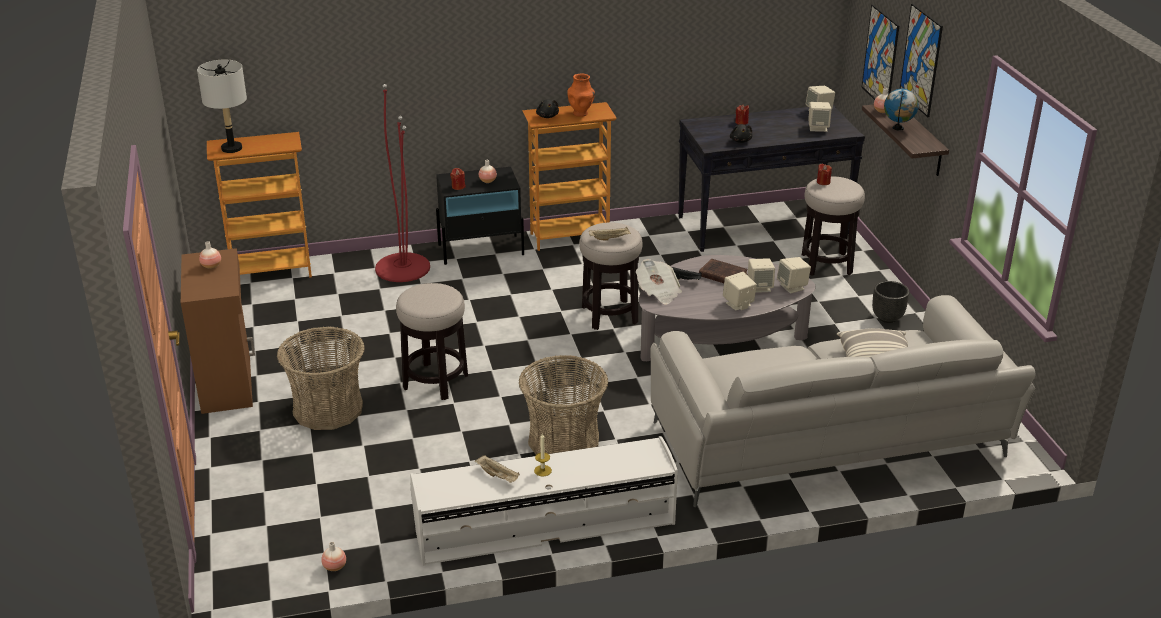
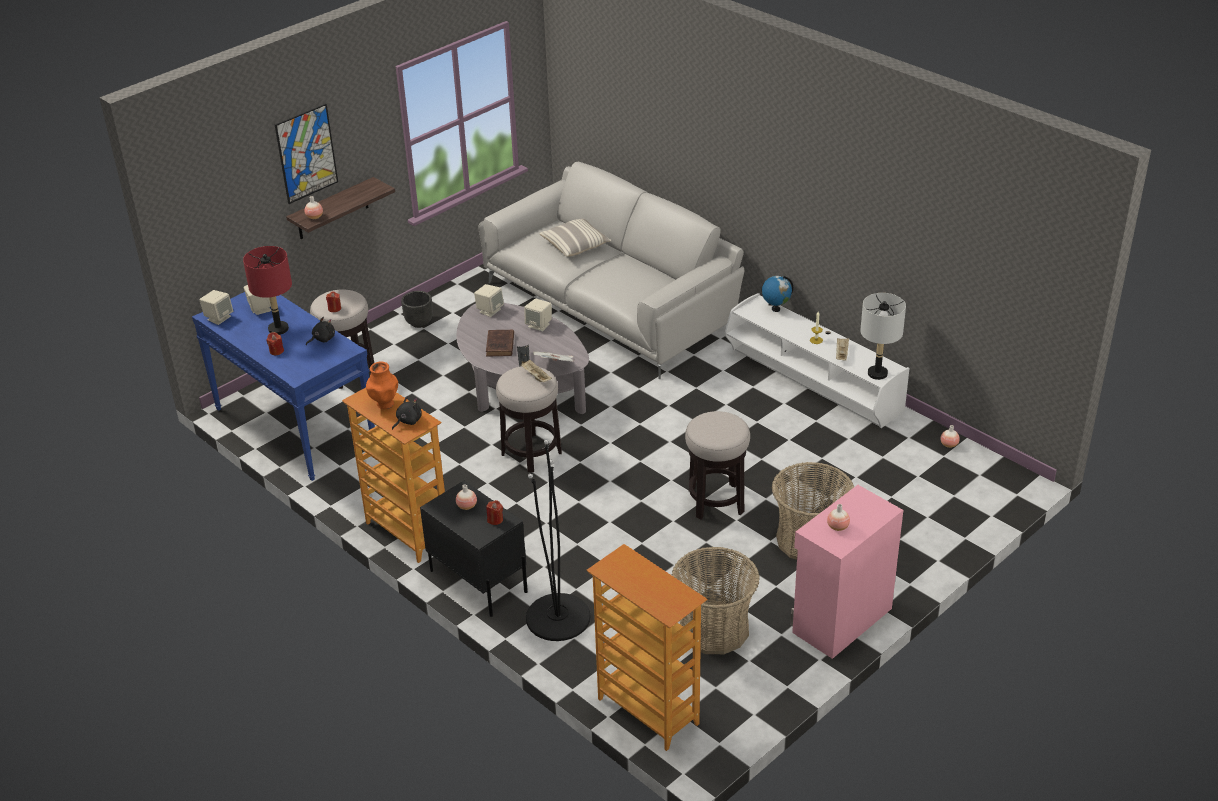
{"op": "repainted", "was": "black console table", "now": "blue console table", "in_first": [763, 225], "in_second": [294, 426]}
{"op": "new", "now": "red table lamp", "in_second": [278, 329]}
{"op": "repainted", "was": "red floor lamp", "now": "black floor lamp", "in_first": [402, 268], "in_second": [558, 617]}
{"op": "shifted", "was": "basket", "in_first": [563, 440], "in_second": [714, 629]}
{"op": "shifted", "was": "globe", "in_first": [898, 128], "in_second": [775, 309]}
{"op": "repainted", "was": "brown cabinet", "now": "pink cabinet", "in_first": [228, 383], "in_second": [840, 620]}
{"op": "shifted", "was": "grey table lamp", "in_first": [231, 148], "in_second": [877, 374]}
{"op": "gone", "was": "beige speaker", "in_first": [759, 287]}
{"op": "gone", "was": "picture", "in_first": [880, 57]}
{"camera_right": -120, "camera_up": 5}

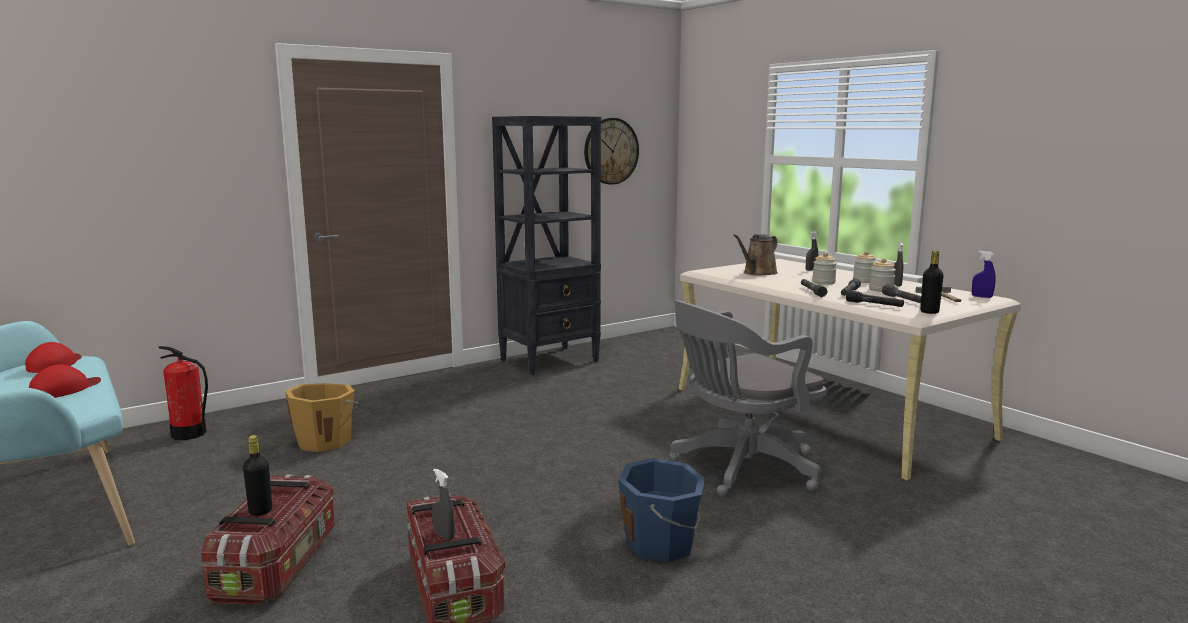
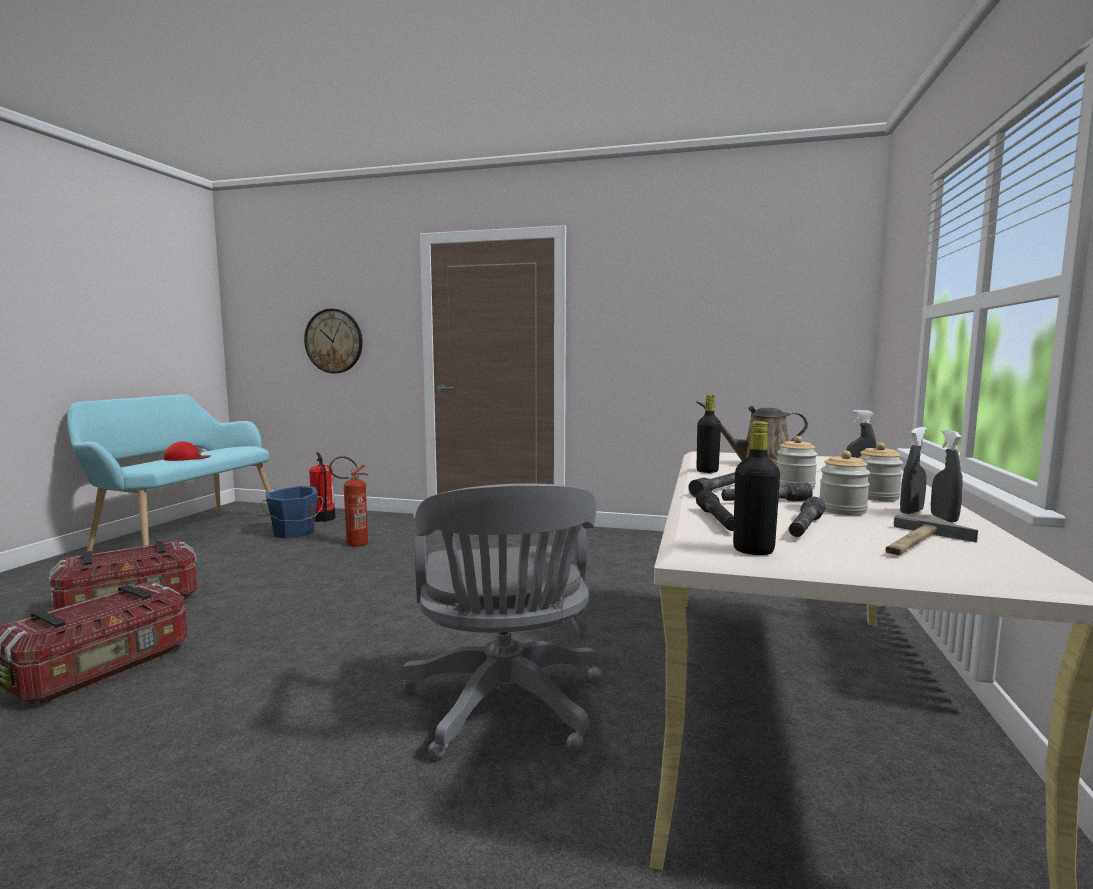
{"op": "shifted", "was": "blue bucket", "in_first": [662, 544], "in_second": [293, 532]}
{"op": "shifted", "was": "wall clock", "in_first": [611, 151], "in_second": [334, 341]}
{"op": "swapped", "was": "orange bucket", "now": "fire extinguisher", "in_first": [324, 441], "in_second": [352, 545]}
{"op": "rotated", "was": "grey office chair", "in_first": [740, 468], "in_second": [505, 708], "clockwise": -120}
{"op": "shifted", "was": "black bottle", "in_first": [260, 511], "in_second": [707, 471]}
{"op": "shifted", "was": "grey spray bottle", "in_first": [444, 536], "in_second": [943, 518]}
{"op": "gone", "was": "red cap", "in_first": [55, 364]}
{"op": "gone", "was": "black bookcase", "in_first": [550, 360]}
{"op": "gone", "was": "blue spray bottle", "in_first": [982, 297]}
{"camera_right": 50, "camera_up": -5}

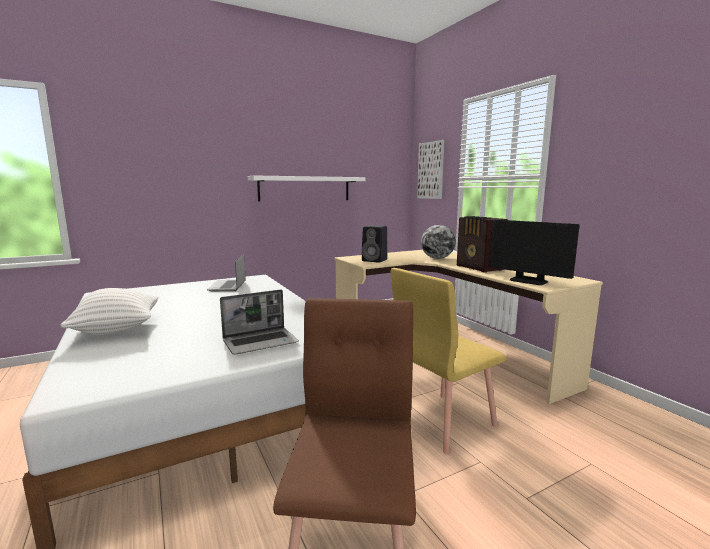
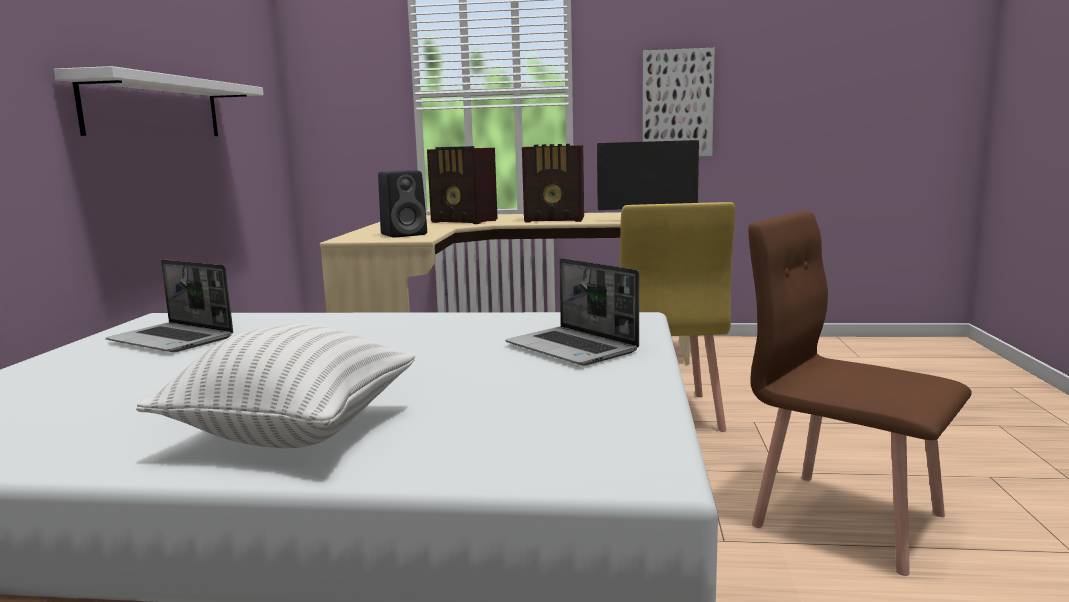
{"op": "swapped", "was": "globe", "now": "radio", "in_first": [437, 258], "in_second": [464, 221]}
{"op": "rotated", "was": "laptop", "in_first": [261, 342], "in_second": [573, 348], "clockwise": 135}
{"op": "shifted", "was": "picture", "in_first": [430, 170], "in_second": [677, 103]}
{"camera_right": -55, "camera_up": 0}

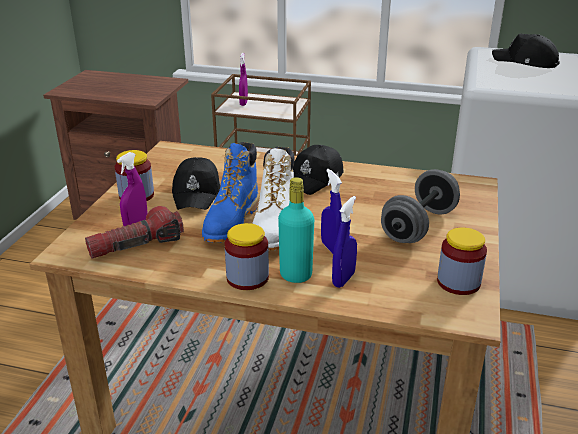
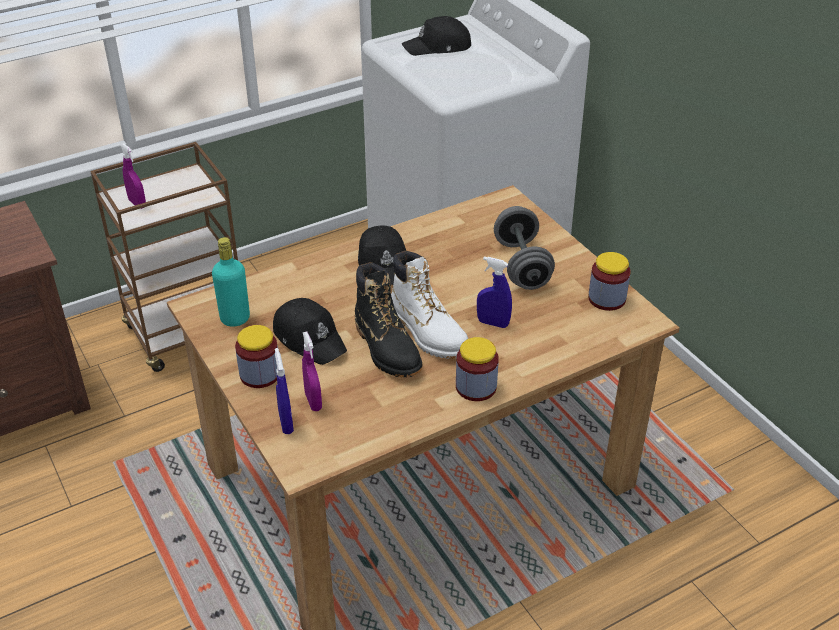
{"op": "shifted", "was": "turquoise bottle", "in_first": [296, 275], "in_second": [235, 319]}
{"op": "shifted", "was": "blue spray bottle", "in_first": [343, 279], "in_second": [286, 423]}
{"op": "repainted", "was": "blue boot", "now": "black boot", "in_first": [231, 223], "in_second": [387, 348]}
{"op": "gone", "was": "flashlight", "in_first": [136, 245]}
{"camera_right": -45, "camera_up": 10}

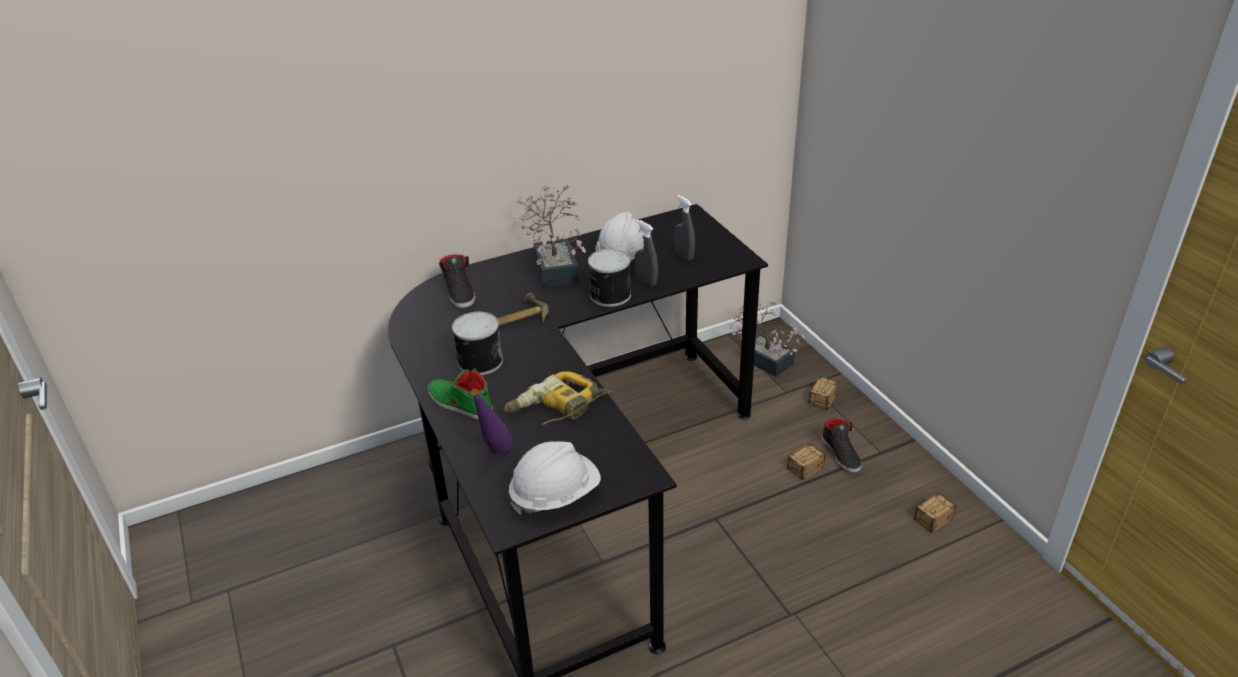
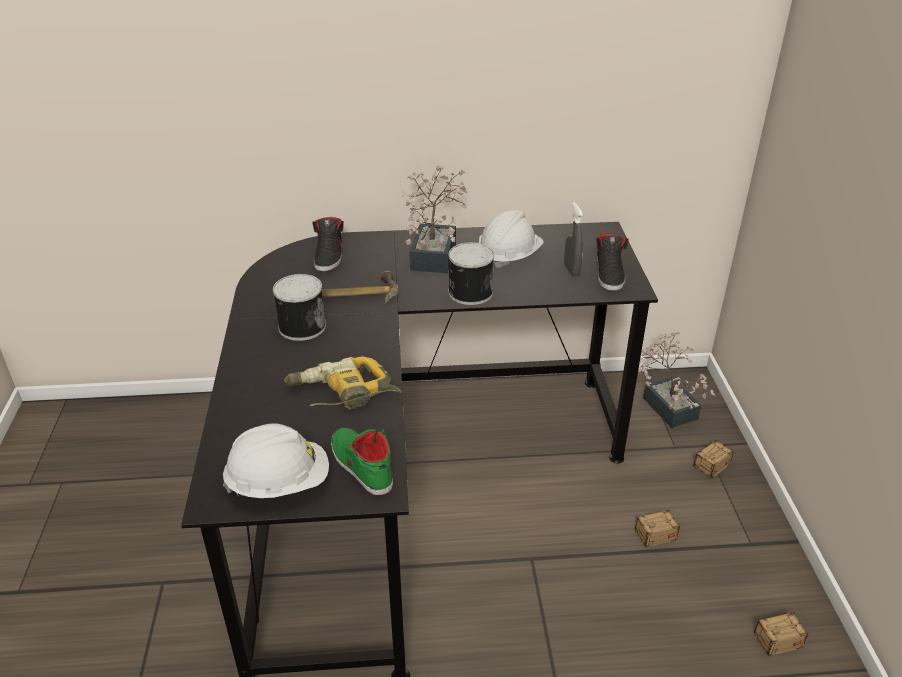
{"op": "shifted", "was": "green shoe", "in_first": [459, 404], "in_second": [360, 465]}
{"op": "shifted", "was": "black shoe", "in_first": [841, 454], "in_second": [609, 274]}
{"op": "gone", "was": "purple bottle", "in_first": [495, 456]}
{"op": "gone", "was": "grey spray bottle", "in_first": [646, 281]}
{"camera_right": 20, "camera_up": 0}

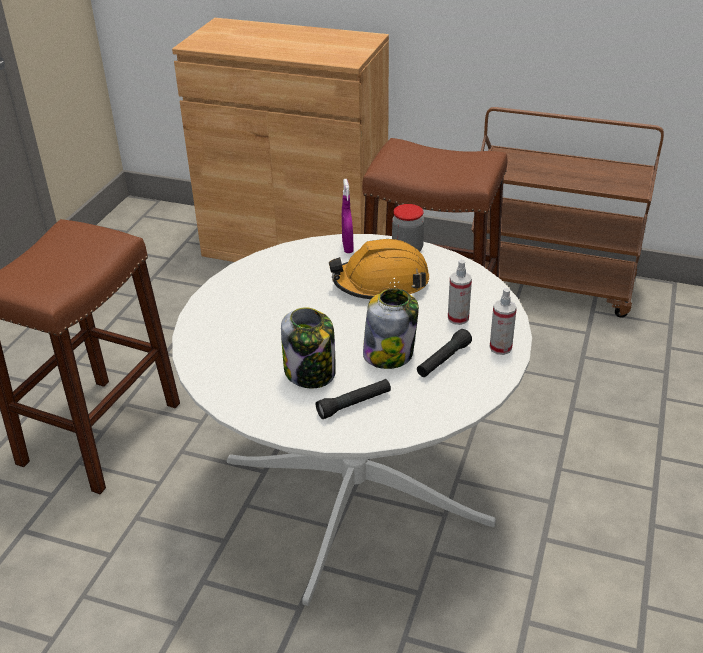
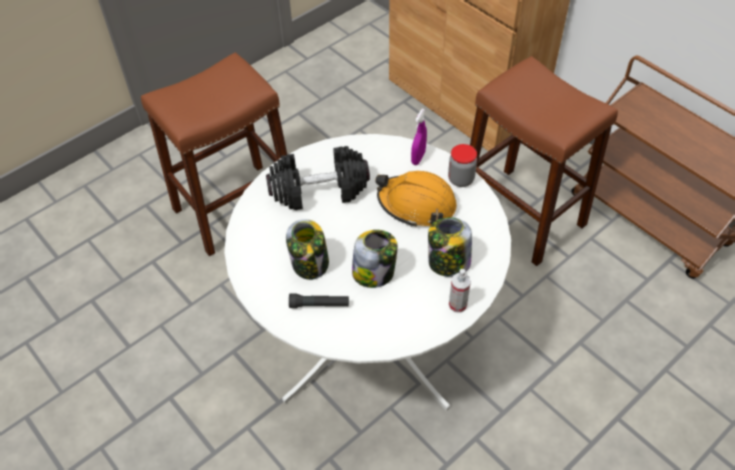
{"op": "new", "now": "black dumbbell", "in_second": [319, 191]}
{"op": "swapped", "was": "spray bottle", "now": "jar", "in_first": [458, 318], "in_second": [448, 263]}
{"op": "gone", "was": "black flashlight", "in_first": [443, 360]}
{"camera_right": 30, "camera_up": 15}

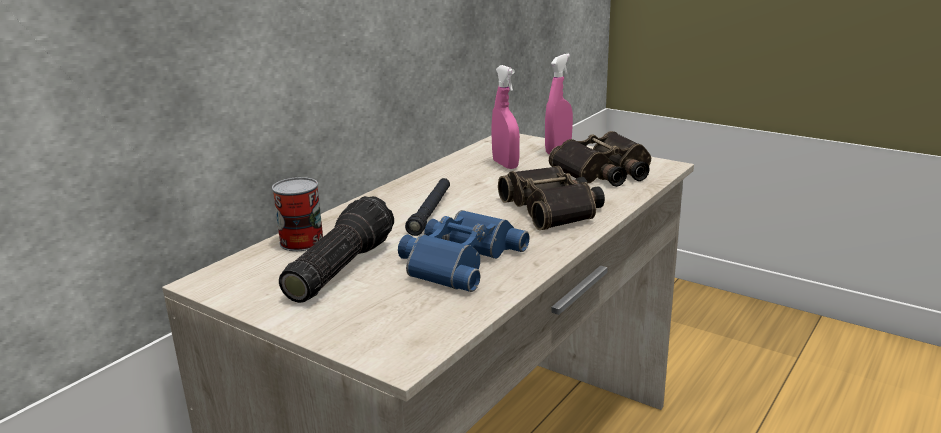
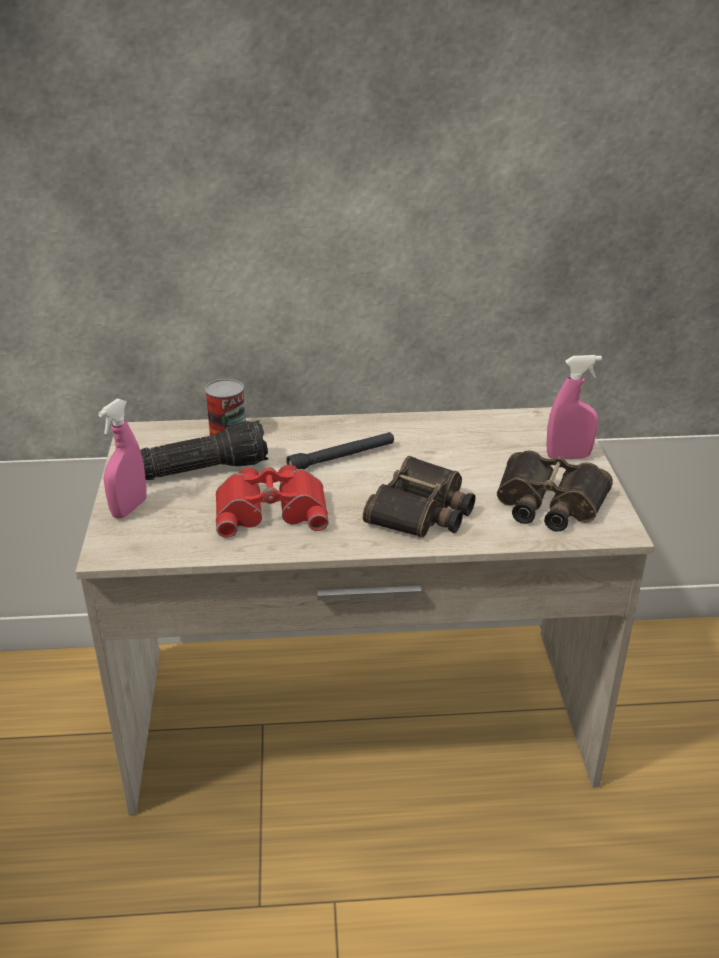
{"op": "shifted", "was": "pink spray bottle", "in_first": [505, 165], "in_second": [129, 508]}
{"op": "repainted", "was": "blue binoculars", "now": "red binoculars", "in_first": [458, 259], "in_second": [271, 508]}
{"camera_right": 50, "camera_up": 10}

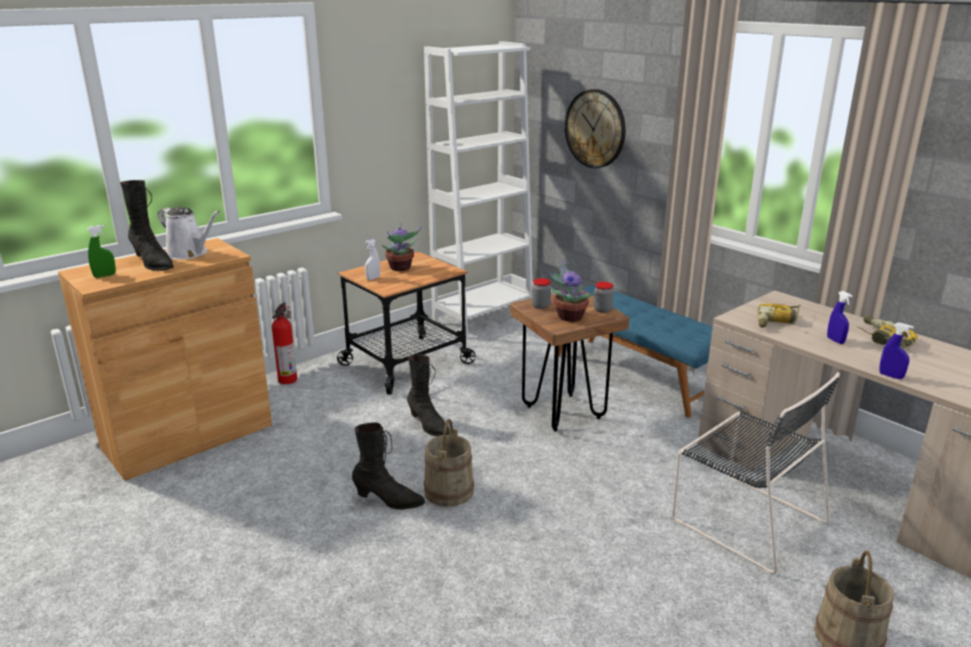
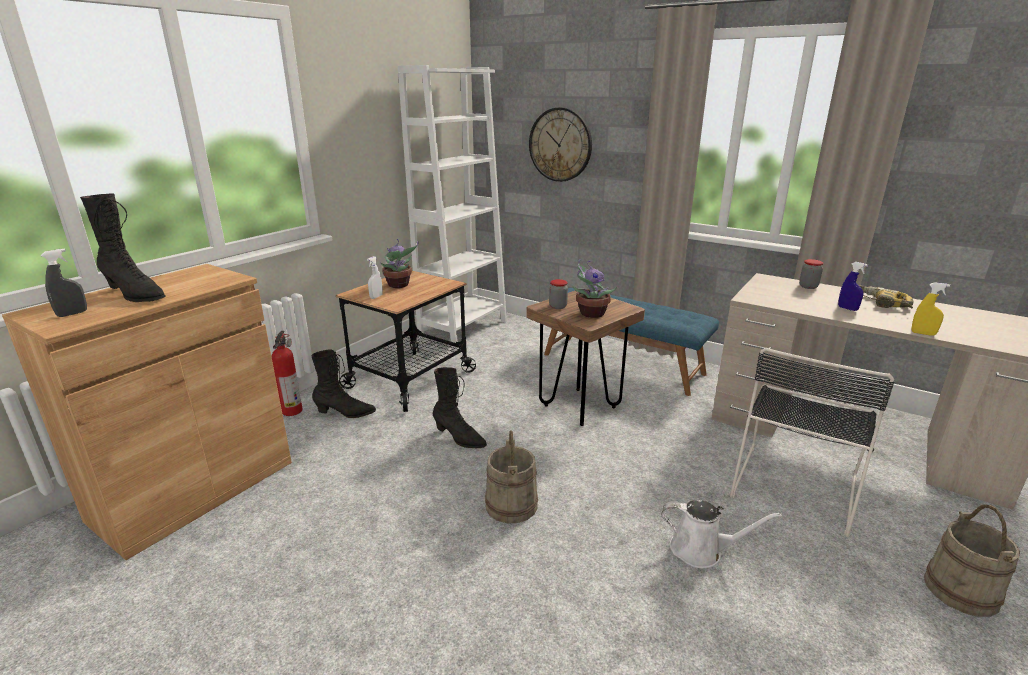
{"op": "repainted", "was": "green spray bottle", "now": "grey spray bottle", "in_first": [105, 276], "in_second": [72, 314]}
{"op": "shifted", "was": "black boot", "in_first": [388, 500], "in_second": [345, 413]}
{"op": "shifted", "was": "white watering can", "in_first": [189, 253], "in_second": [701, 550]}
{"op": "rotated", "was": "black chair", "in_first": [744, 519], "in_second": [795, 484], "clockwise": 90}
{"op": "shifted", "was": "jar", "in_first": [602, 310], "in_second": [808, 286]}
{"op": "repainted", "was": "blue spray bottle", "now": "yellow spray bottle", "in_first": [891, 376], "in_second": [923, 333]}
{"op": "gone", "was": "power drill", "in_first": [777, 322]}
{"camera_right": -15, "camera_up": 0}

